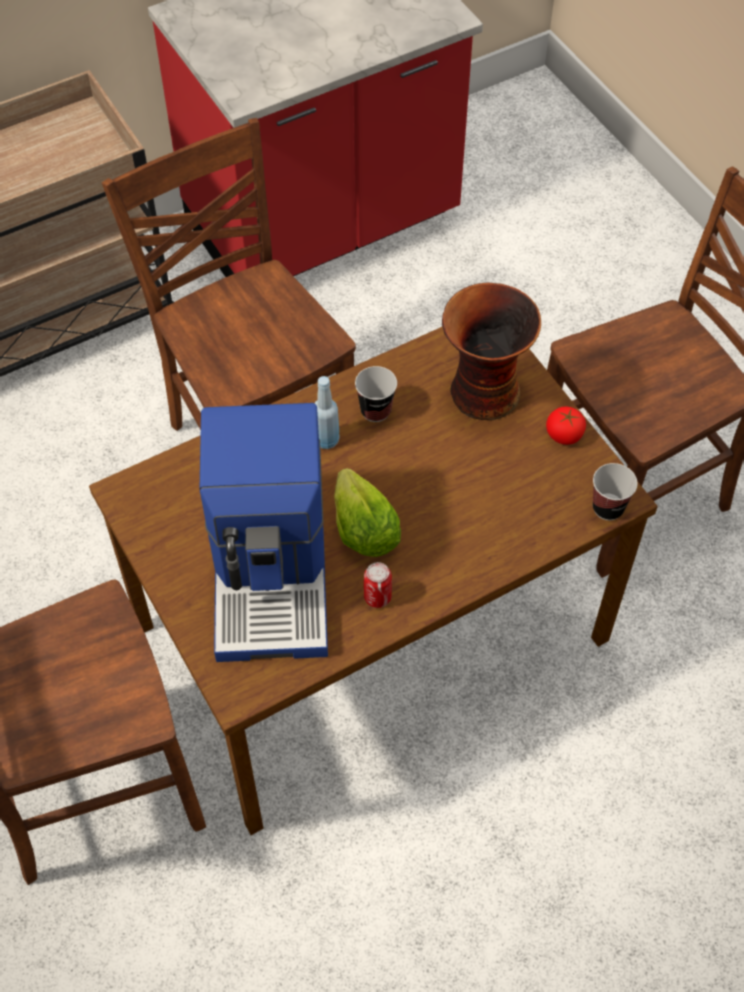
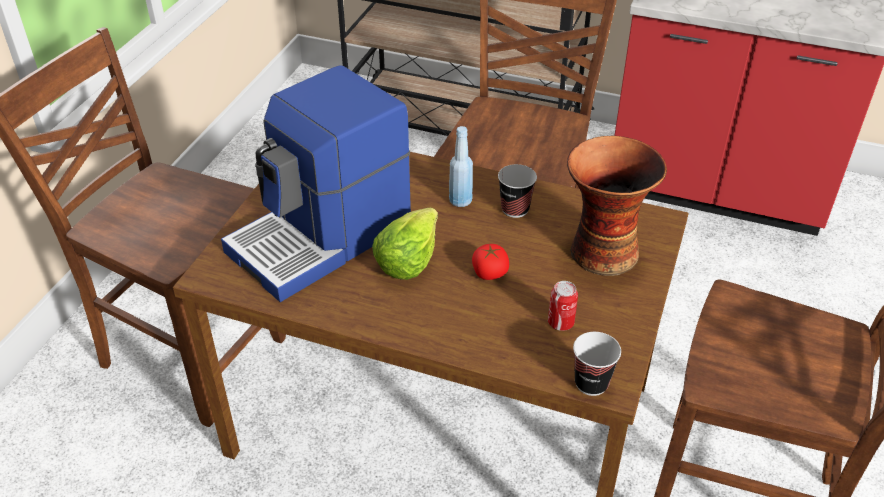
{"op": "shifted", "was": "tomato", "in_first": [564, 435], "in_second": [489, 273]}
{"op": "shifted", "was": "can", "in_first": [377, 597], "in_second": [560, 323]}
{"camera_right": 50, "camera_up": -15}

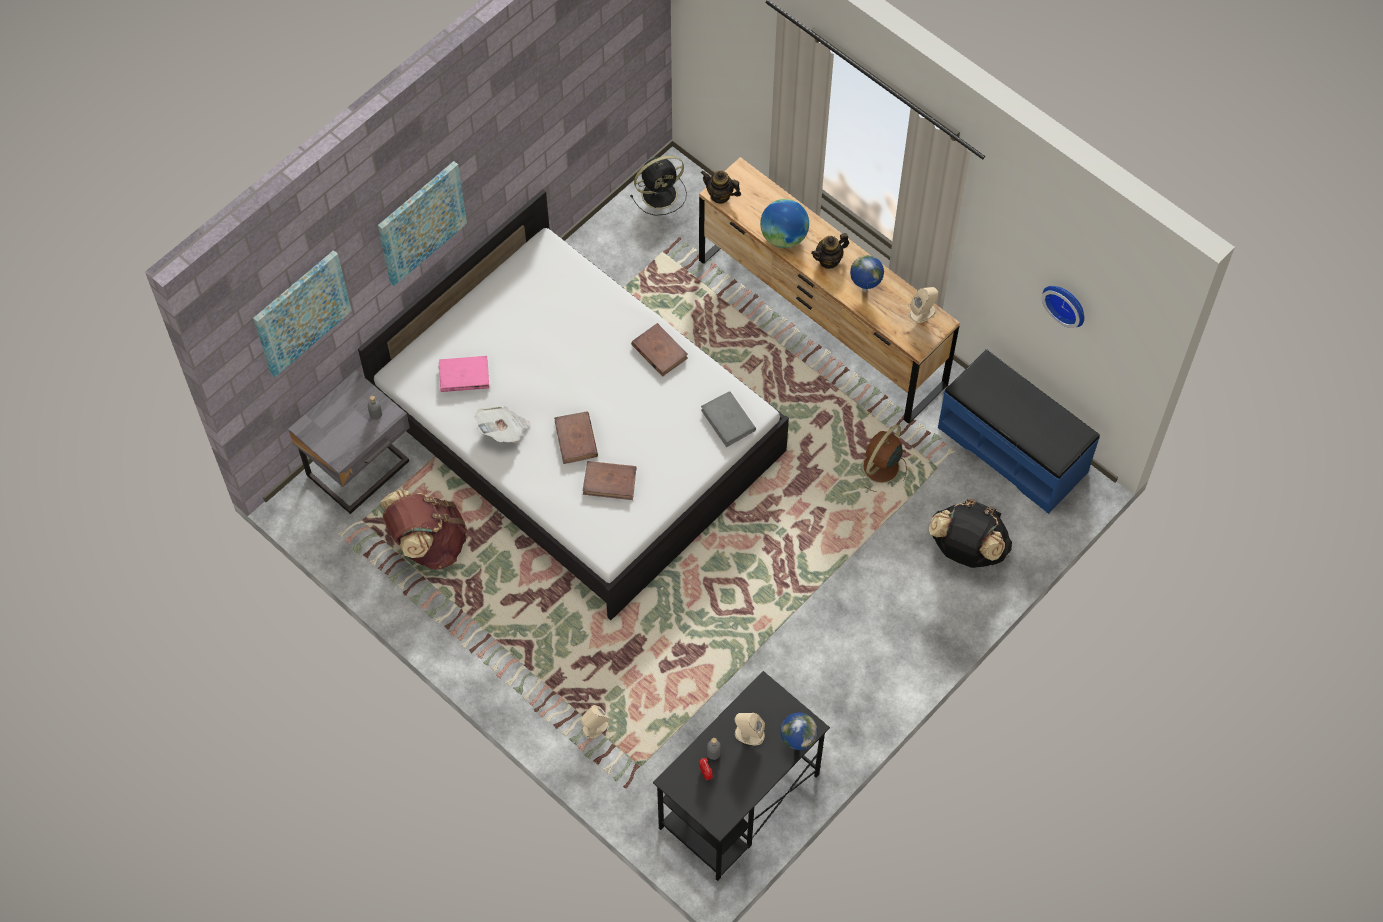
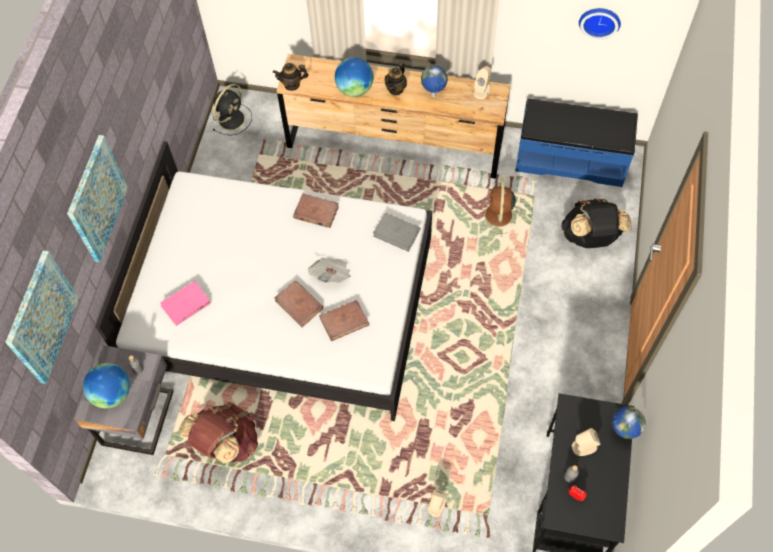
{"op": "new", "now": "globe", "in_second": [112, 394]}
{"op": "shifted", "was": "newspaper", "in_first": [503, 430], "in_second": [332, 275]}
{"camera_right": -30, "camera_up": 0}

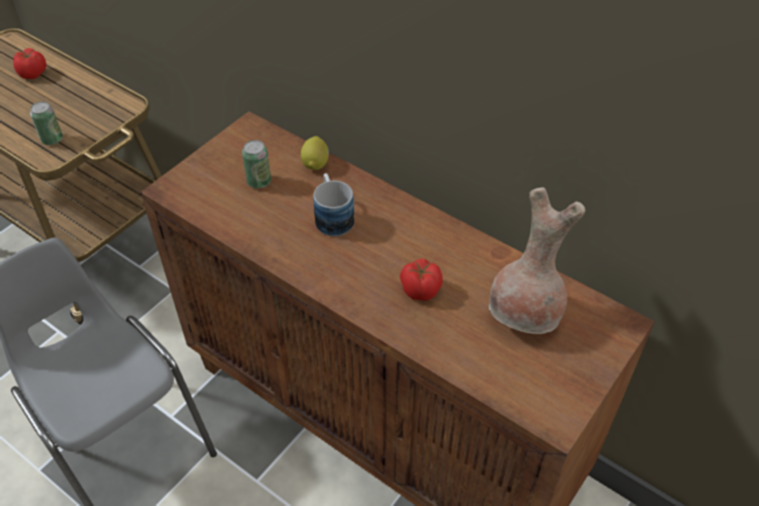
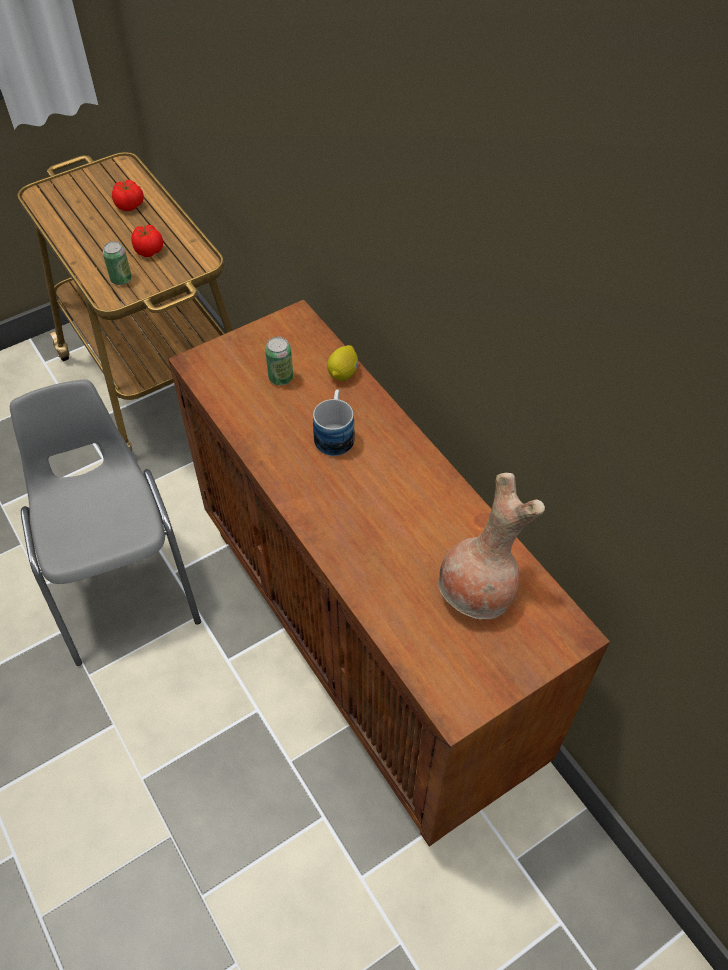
{"op": "shifted", "was": "tomato", "in_first": [419, 290], "in_second": [148, 250]}
{"camera_right": 20, "camera_up": 5}

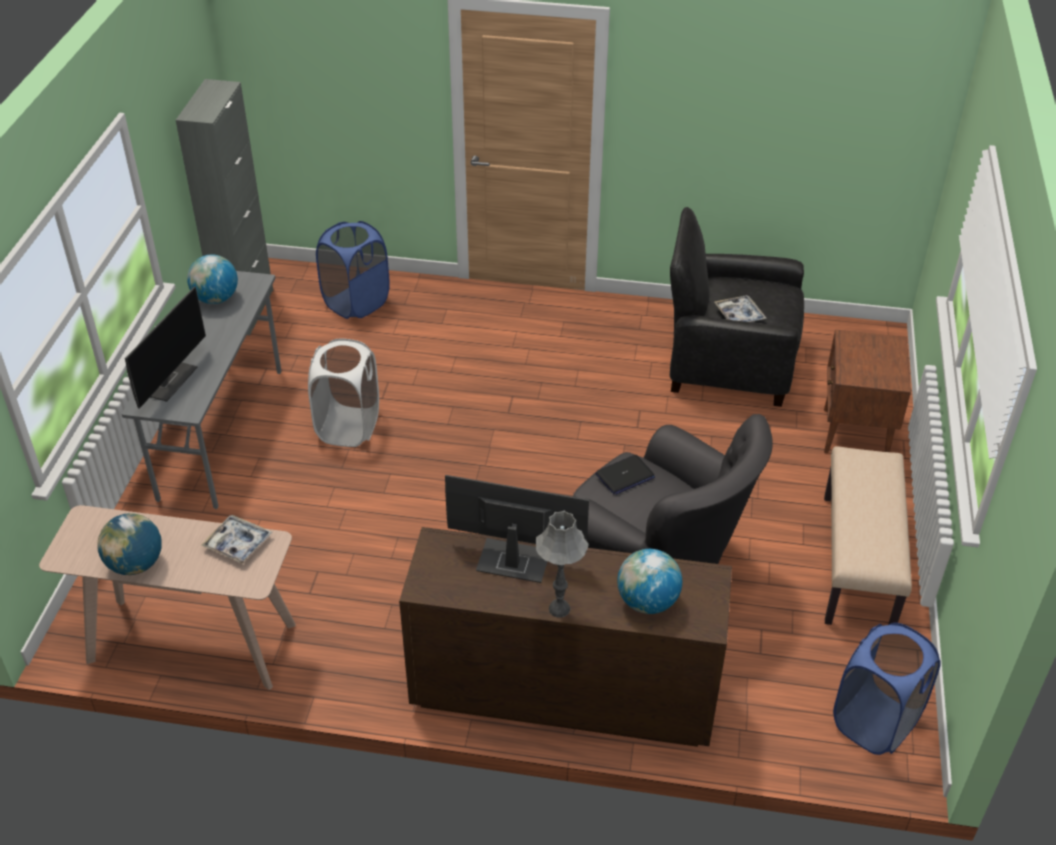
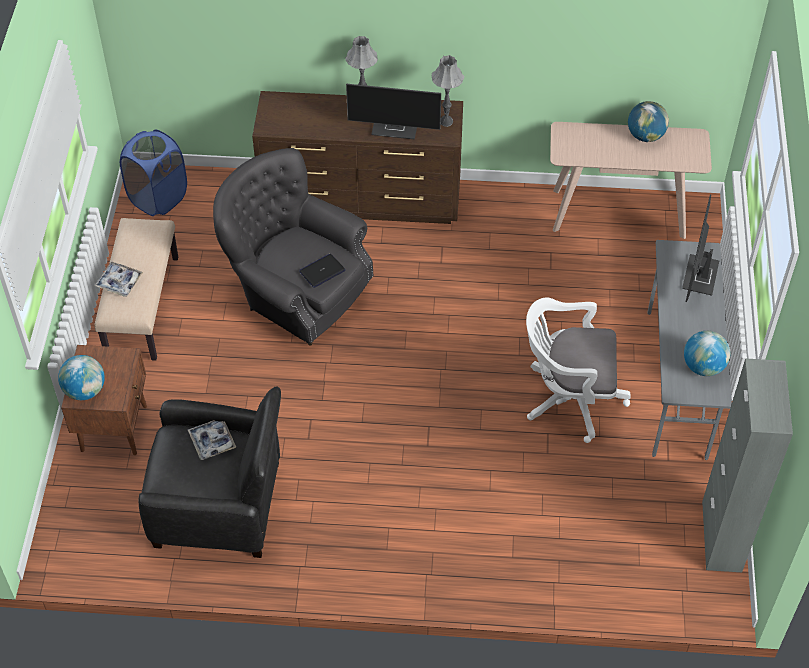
{"op": "shifted", "was": "globe", "in_first": [647, 602], "in_second": [85, 390]}
{"op": "shifted", "was": "tray", "in_first": [238, 543], "in_second": [119, 282]}
{"op": "new", "now": "grey table lamp", "in_second": [446, 121]}
{"op": "swapped", "was": "white laundry basket", "now": "white office chair", "in_first": [348, 427], "in_second": [568, 398]}
{"op": "gone", "was": "blue laundry basket", "in_first": [356, 302]}
{"camera_right": 175, "camera_up": 10}

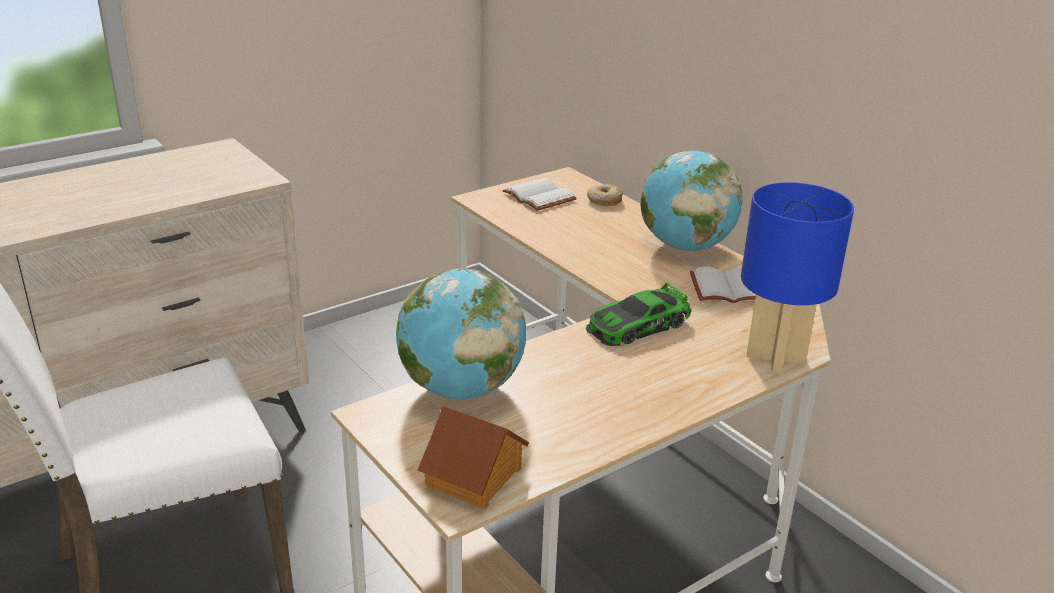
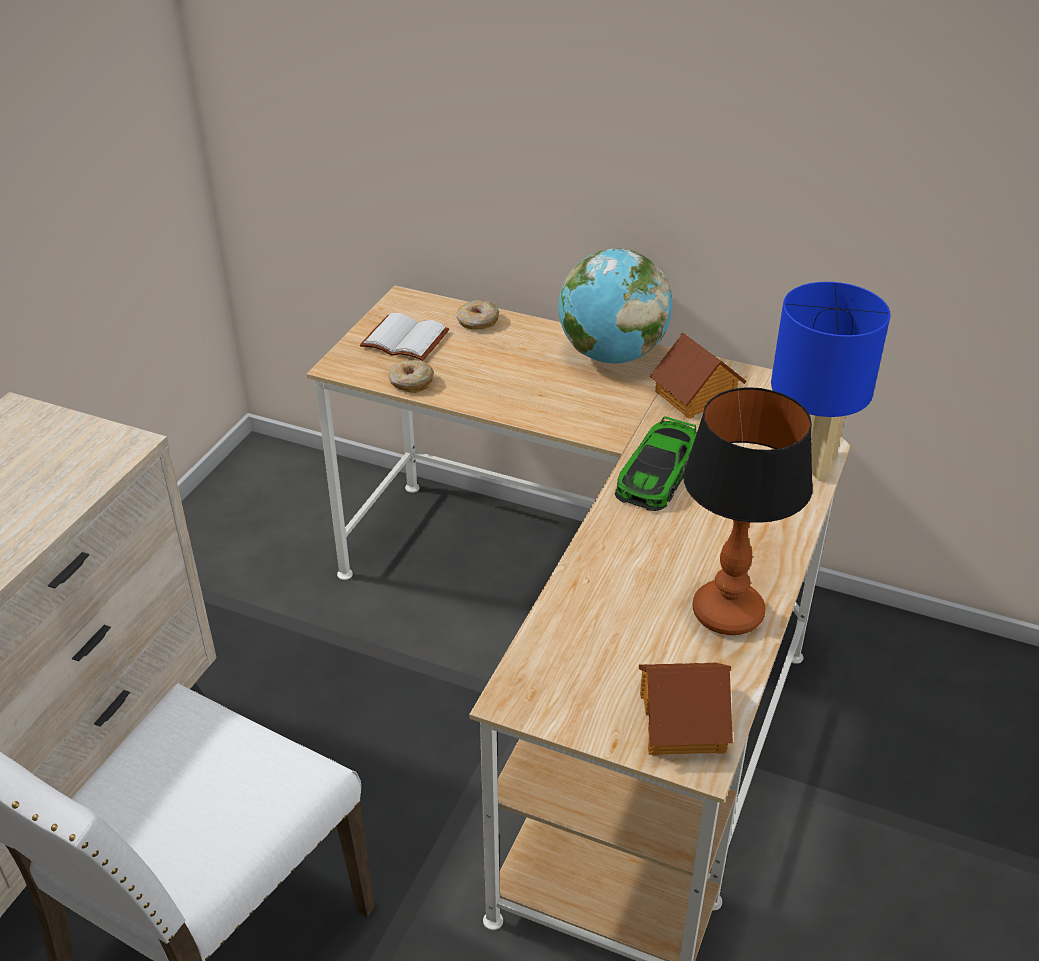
{"op": "new", "now": "donut", "in_second": [410, 382]}
{"op": "swapped", "was": "white book", "now": "toy house", "in_first": [726, 289], "in_second": [696, 396]}
{"op": "new", "now": "table lamp", "in_second": [726, 612]}
{"op": "gone", "was": "globe", "in_first": [461, 389]}
{"camera_right": -30, "camera_up": 10}

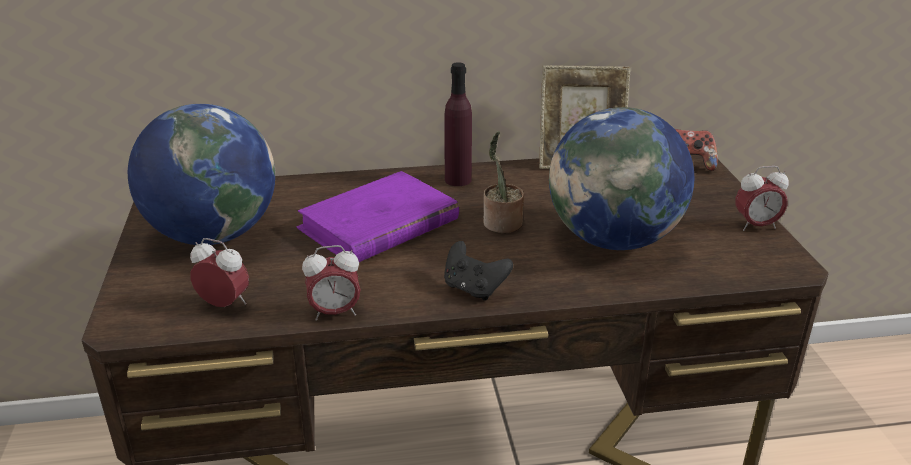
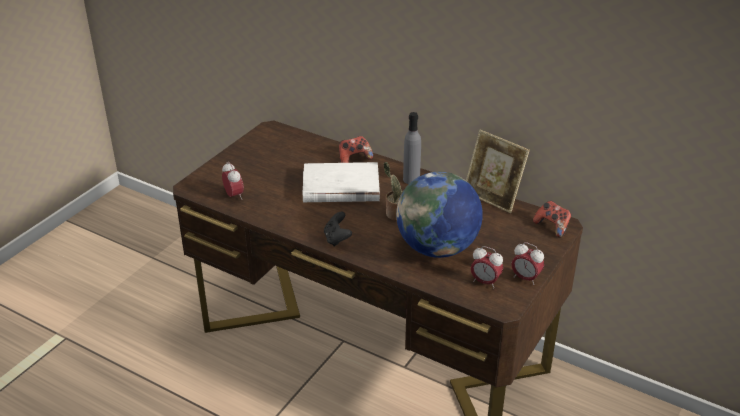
{"op": "repainted", "was": "purple book", "now": "white book", "in_first": [378, 224], "in_second": [340, 187]}
{"op": "new", "now": "game controller", "in_second": [354, 159]}
{"op": "repainted", "was": "purple bottle", "now": "grey bottle", "in_first": [458, 180], "in_second": [411, 179]}
{"op": "shifted", "was": "alarm clock", "in_first": [335, 313], "in_second": [485, 282]}
{"op": "gone", "was": "globe", "in_first": [213, 235]}
{"camera_right": 40, "camera_up": 5}

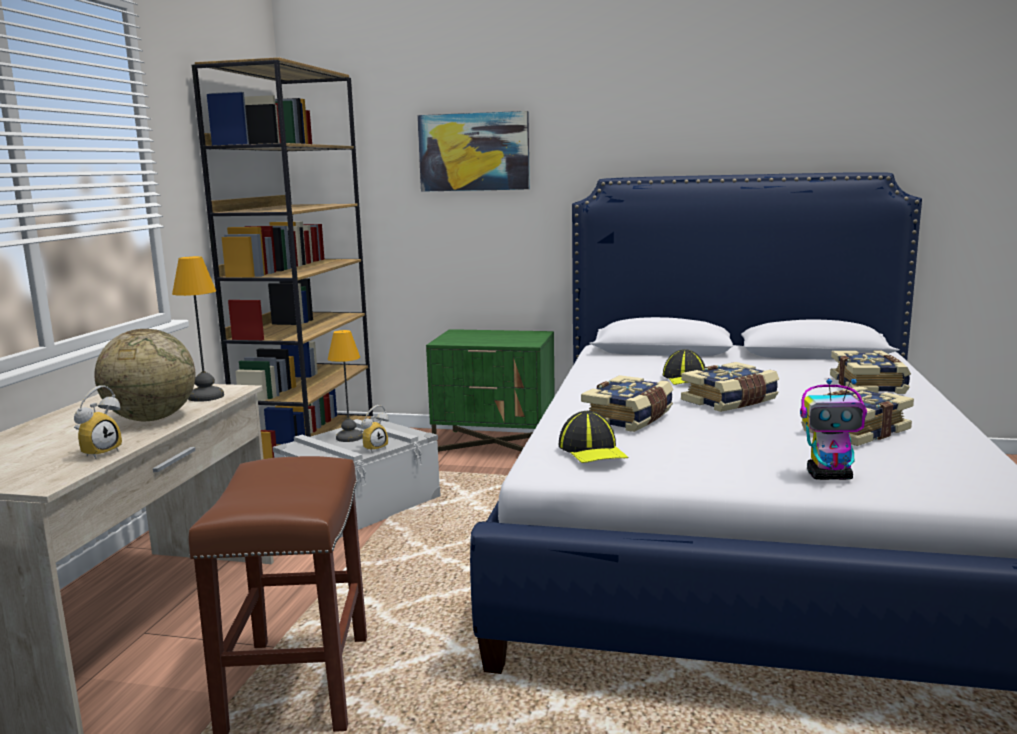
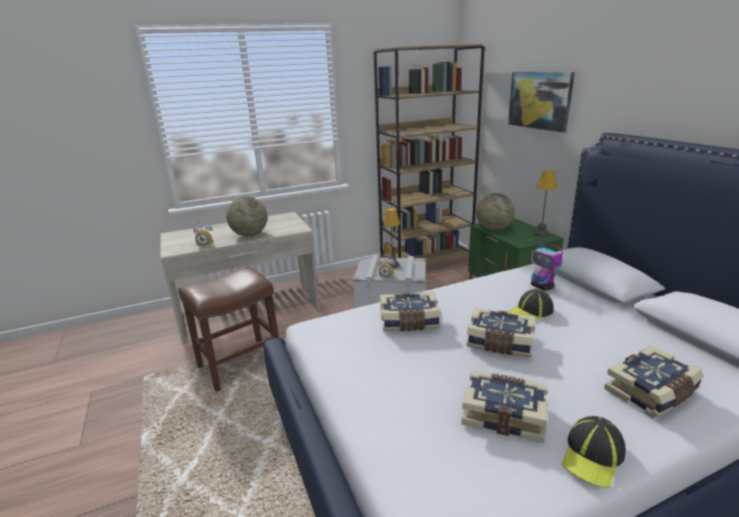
{"op": "new", "now": "globe", "in_second": [493, 229]}
{"op": "shifted", "was": "toy robot", "in_first": [830, 476], "in_second": [542, 287]}
{"op": "shifted", "was": "table lamp", "in_first": [205, 397], "in_second": [540, 234]}
{"op": "shifted", "was": "cap", "in_first": [592, 450], "in_second": [592, 456]}
{"camera_right": 55, "camera_up": 10}

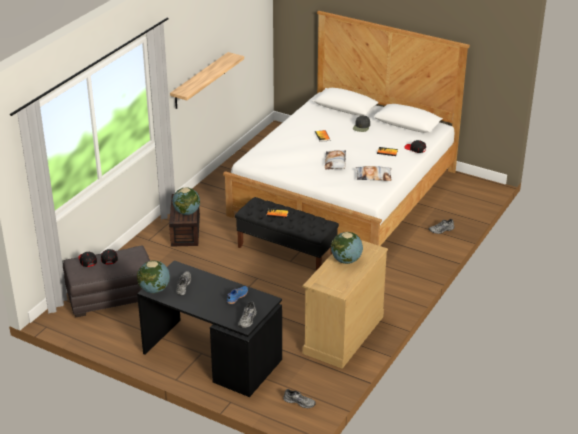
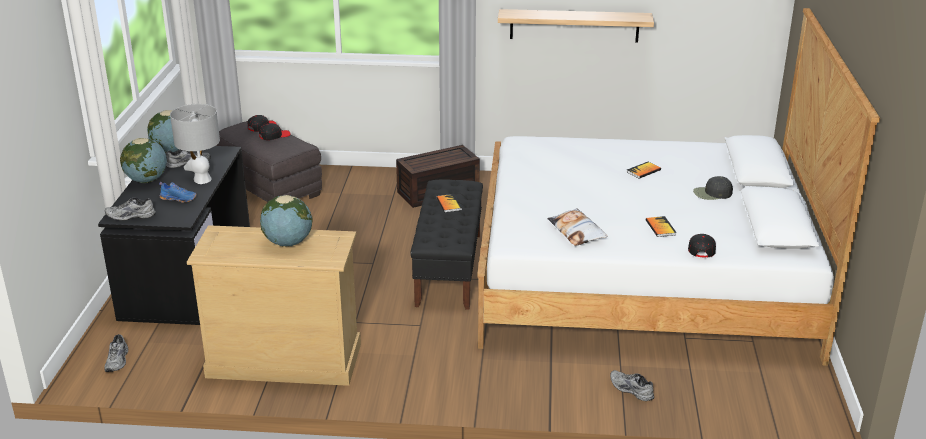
{"op": "shifted", "was": "globe", "in_first": [187, 212], "in_second": [146, 180]}
{"op": "new", "now": "grey table lamp", "in_second": [202, 179]}
{"op": "gone", "was": "pillow", "in_first": [335, 162]}
{"camera_right": 65, "camera_up": -5}

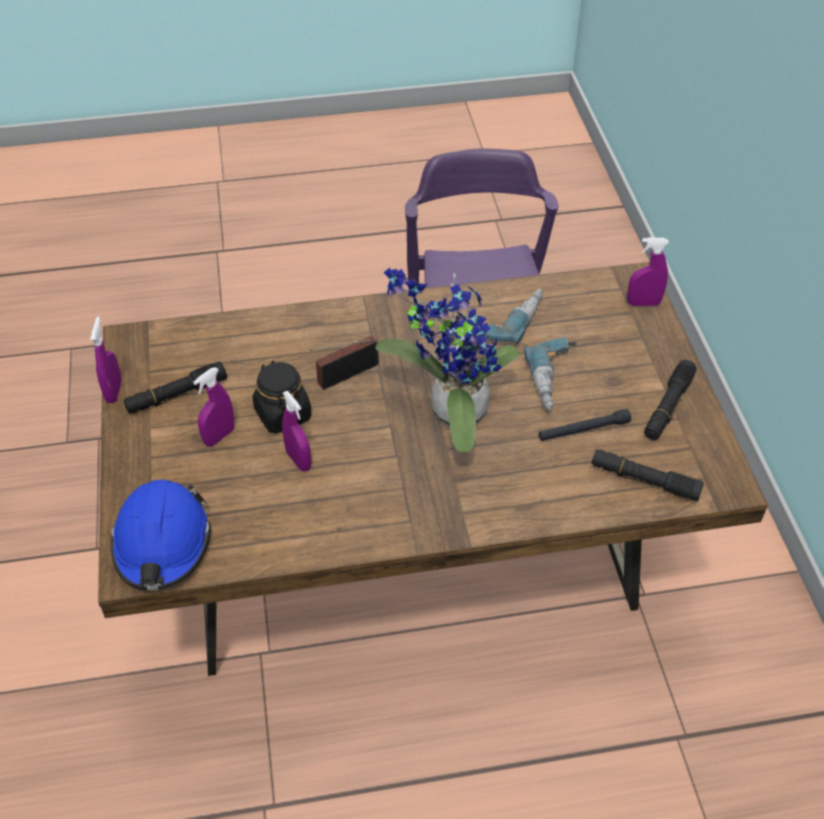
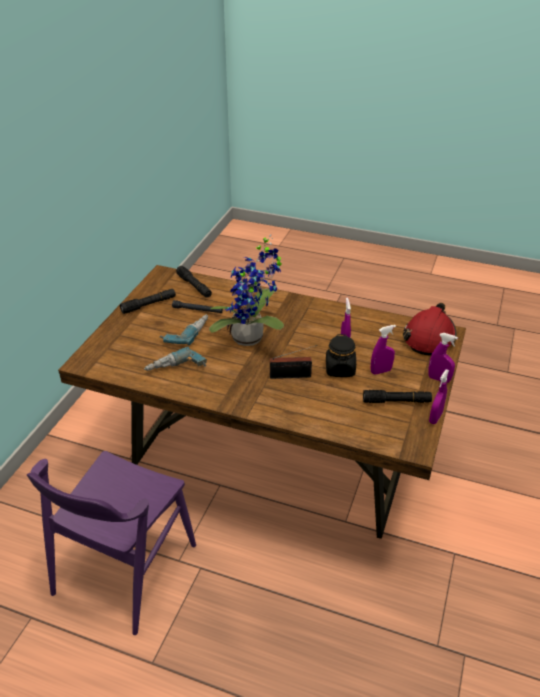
{"op": "repainted", "was": "blue hard hat", "now": "red hard hat", "in_first": [162, 544], "in_second": [429, 337]}
{"op": "shifted", "was": "purple spray bottle", "in_first": [643, 303], "in_second": [439, 379]}
{"camera_right": -150, "camera_up": -10}

